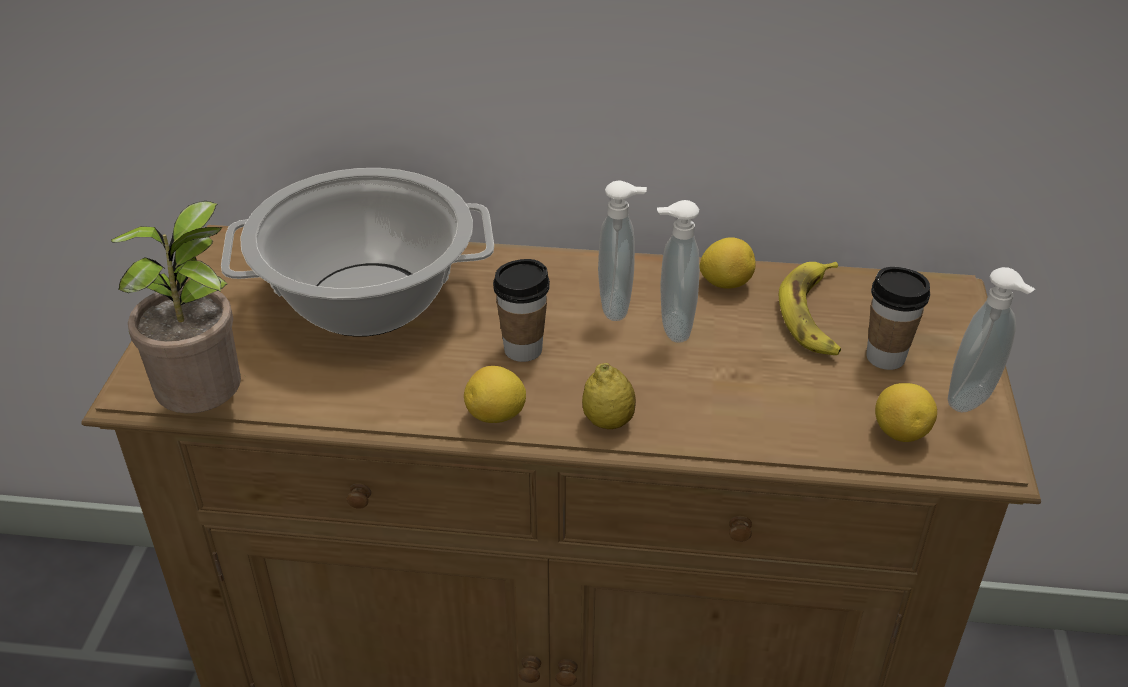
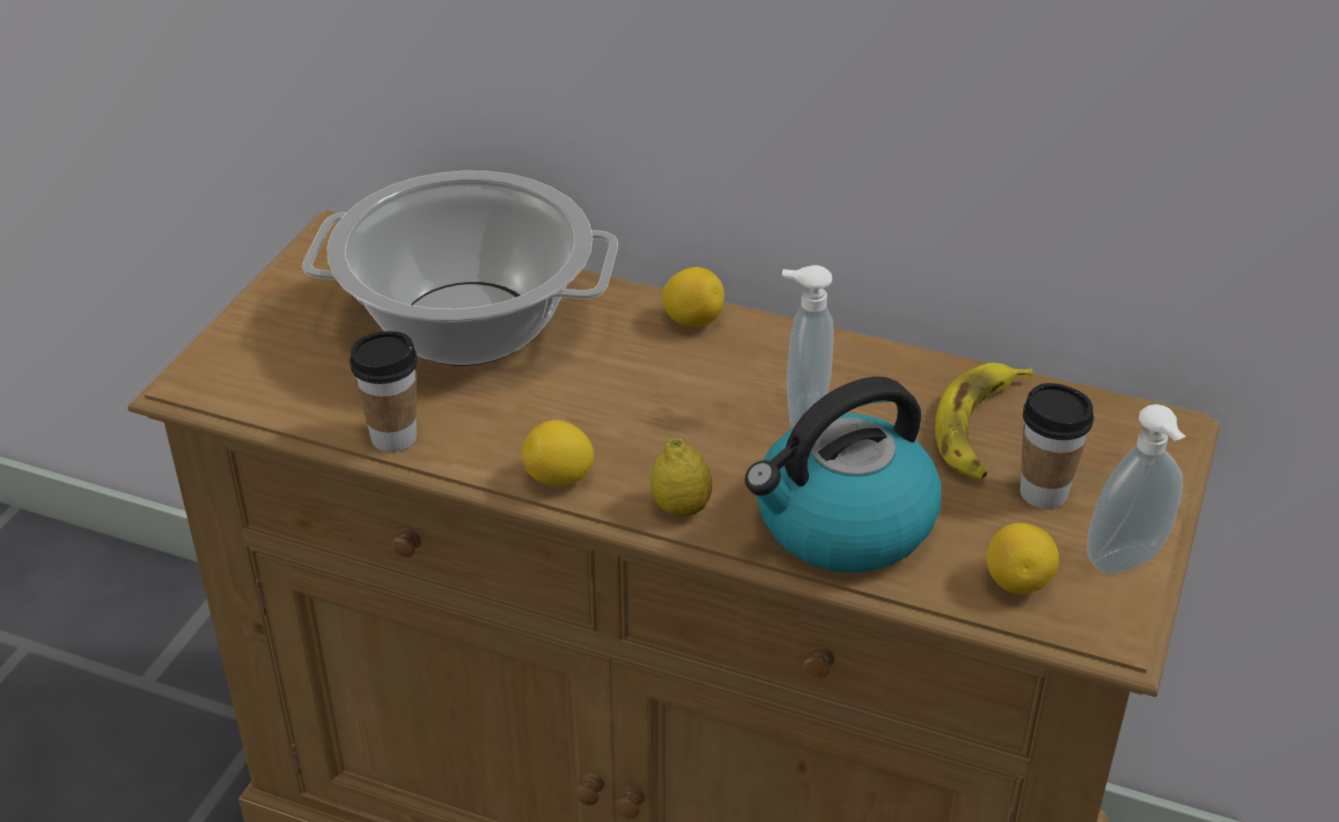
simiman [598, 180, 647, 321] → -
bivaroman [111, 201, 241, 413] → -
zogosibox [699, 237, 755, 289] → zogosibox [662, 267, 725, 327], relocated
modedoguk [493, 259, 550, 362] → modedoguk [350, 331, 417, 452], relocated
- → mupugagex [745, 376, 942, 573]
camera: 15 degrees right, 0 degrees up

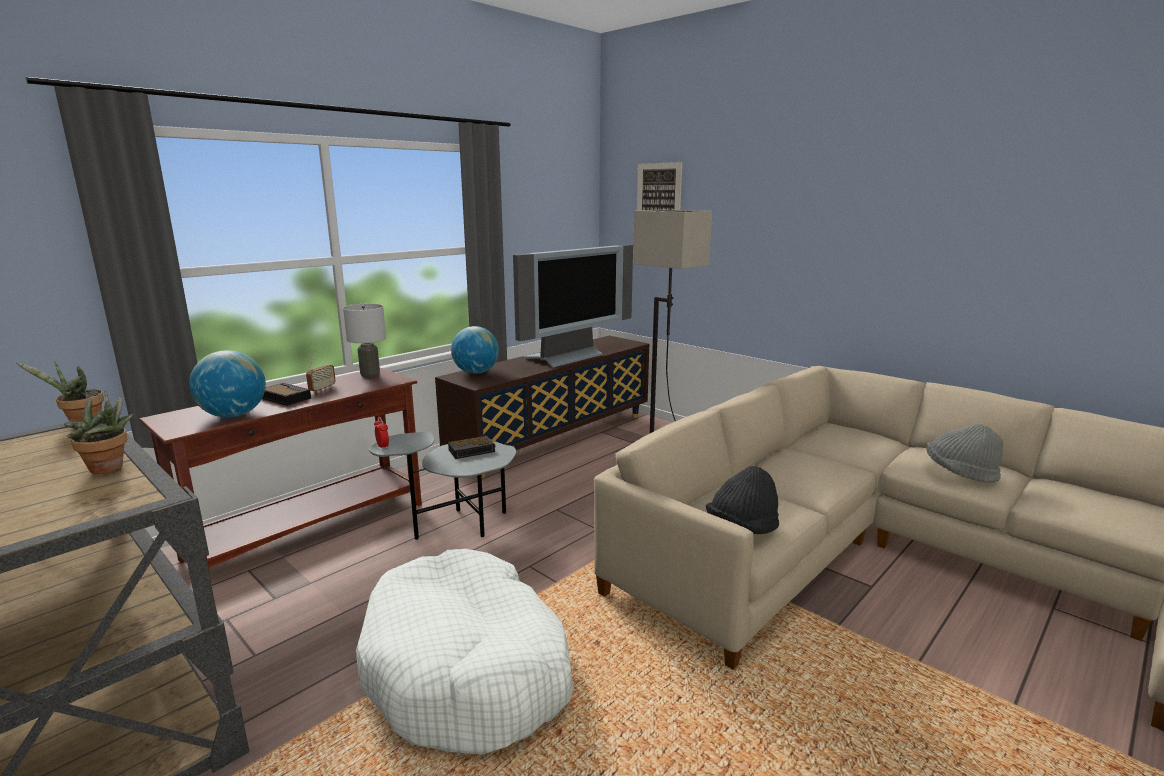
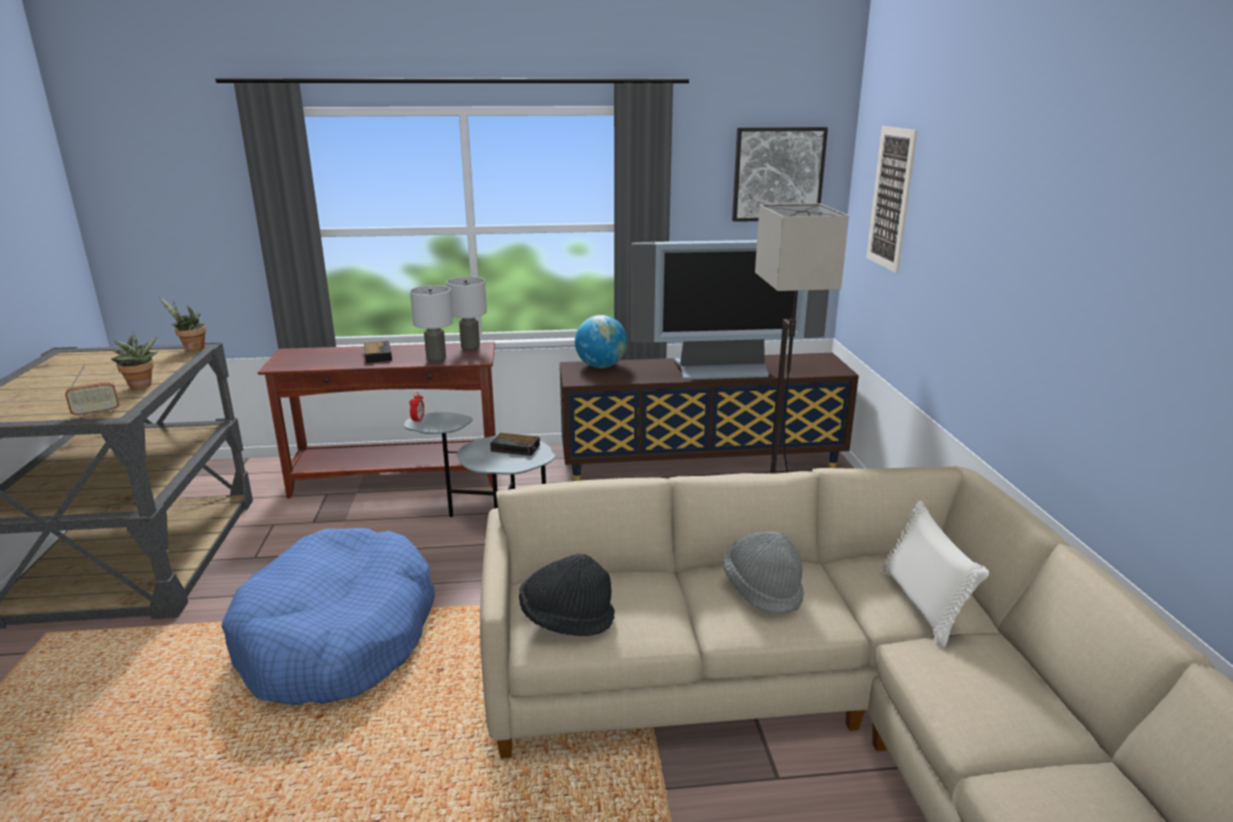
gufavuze [189, 350, 266, 418] → -
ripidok [306, 351, 336, 393] → ripidok [65, 364, 119, 417], relocated
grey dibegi [926, 424, 1003, 483] → grey dibegi [723, 531, 804, 614], relocated
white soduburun [356, 549, 574, 755] → blue soduburun [222, 528, 434, 705]
- → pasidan [732, 127, 828, 222]
- → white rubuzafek [410, 285, 453, 363]
- → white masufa [880, 501, 989, 648]
camera: 40 degrees right, 5 degrees up

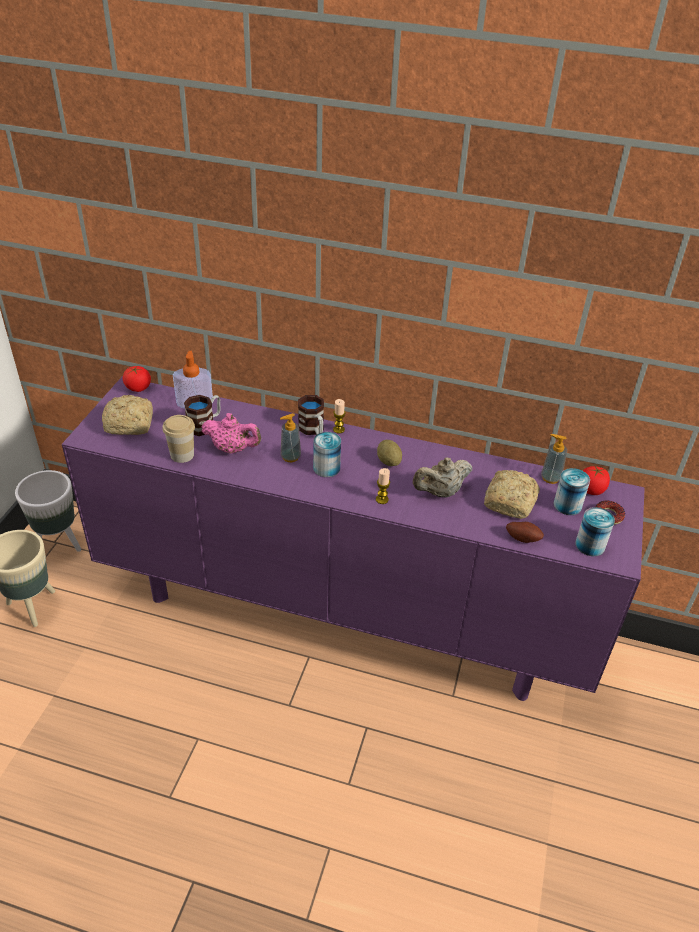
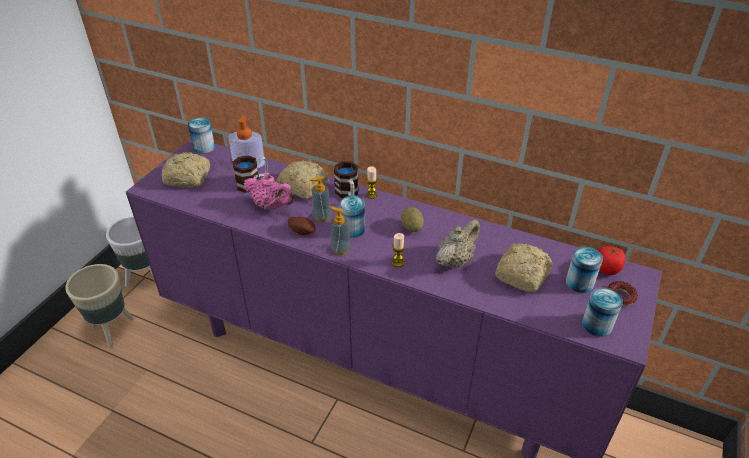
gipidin [123, 366, 151, 392] → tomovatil [188, 117, 215, 154]
modedoguk [162, 415, 195, 463] → -
simiman [541, 434, 567, 484] → simiman [329, 206, 350, 255], relocated
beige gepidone [413, 457, 472, 498] → beige gepidone [436, 219, 480, 269], 150 degrees clockwise
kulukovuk [506, 522, 544, 543] → kulukovuk [288, 217, 316, 235], relocated
- → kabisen [276, 160, 329, 199]
camera: 10 degrees right, 0 degrees up

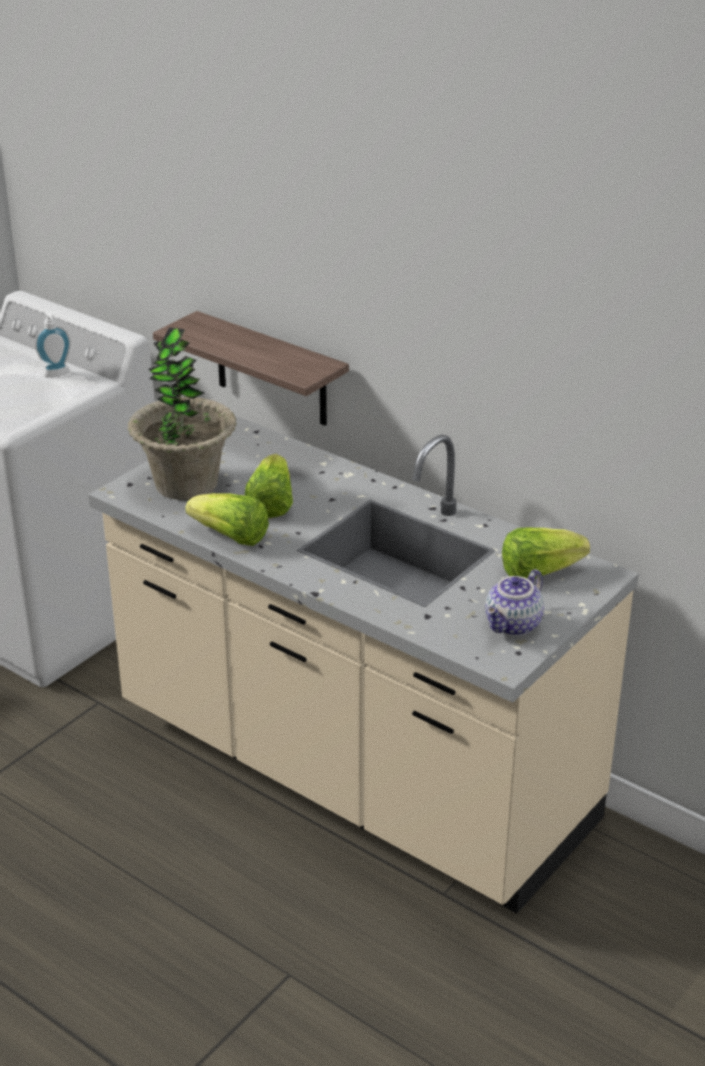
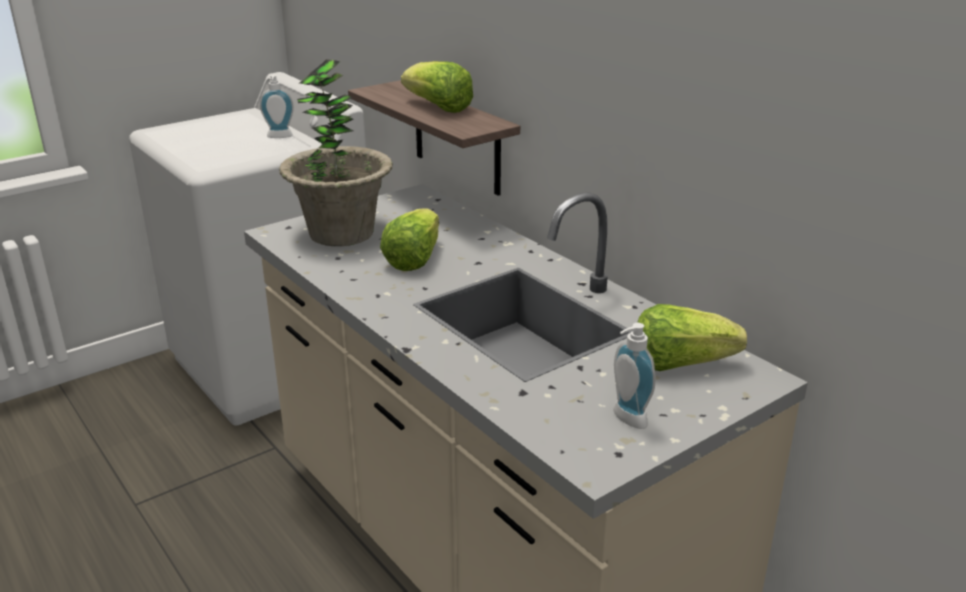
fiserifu [185, 493, 269, 546] → fiserifu [401, 61, 473, 113], relocated
gepidone [485, 569, 544, 636] → simiman [613, 323, 656, 429]
camera: 15 degrees right, 5 degrees down

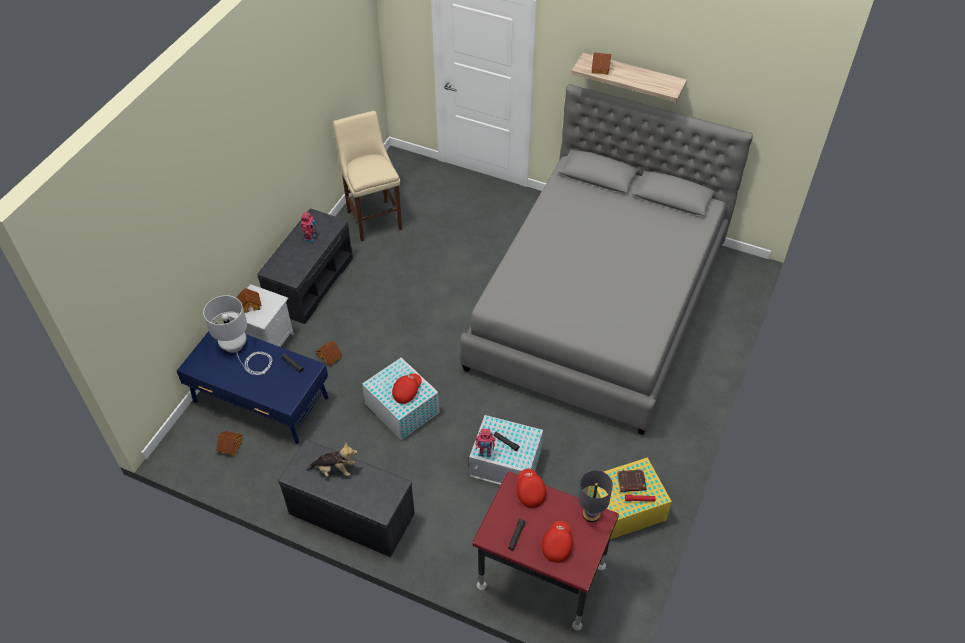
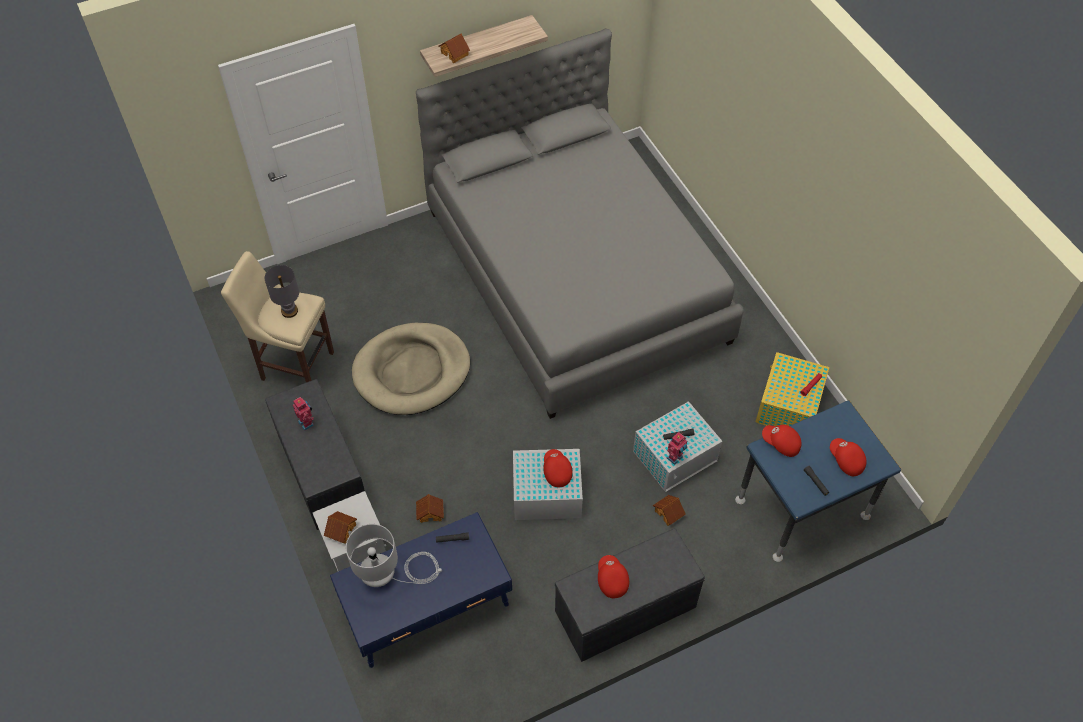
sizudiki [216, 431, 243, 456] → sizudiki [653, 495, 686, 526], relocated
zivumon [306, 442, 357, 477] → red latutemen [598, 555, 629, 598]
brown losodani [617, 469, 647, 492] → -
grey rubuzafek [578, 470, 613, 522] → grey rubuzafek [264, 265, 299, 318], relocated
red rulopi [472, 471, 619, 631] → blue rulopi [735, 400, 901, 562]
- → beige soduburun [352, 323, 470, 415]
camera: 50 degrees left, 5 degrees up

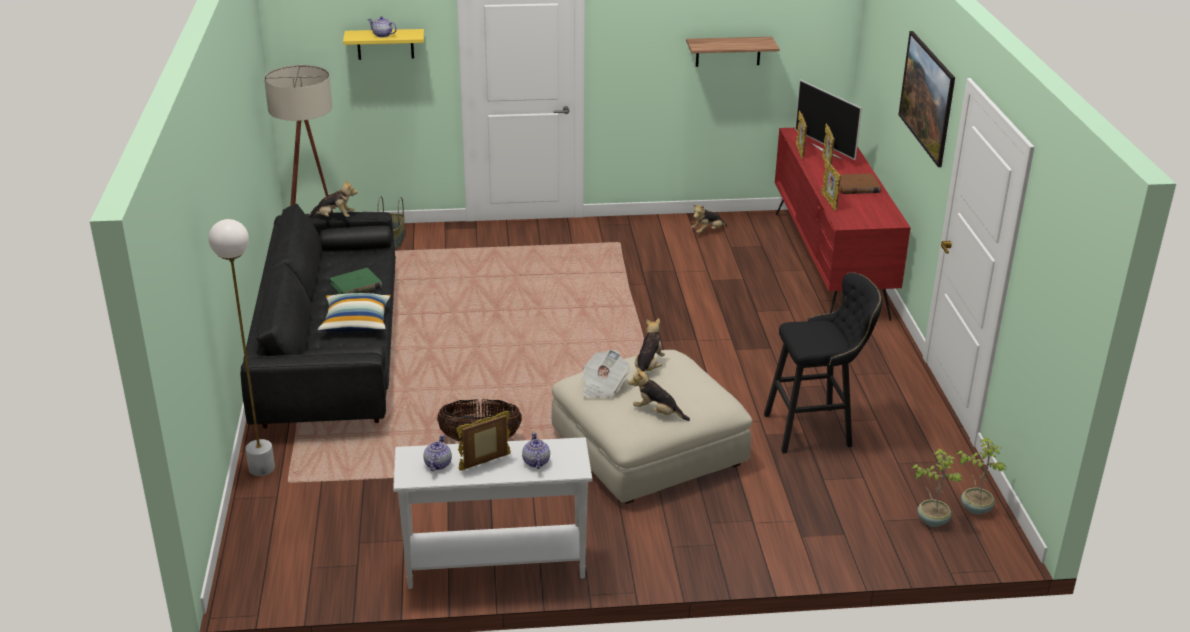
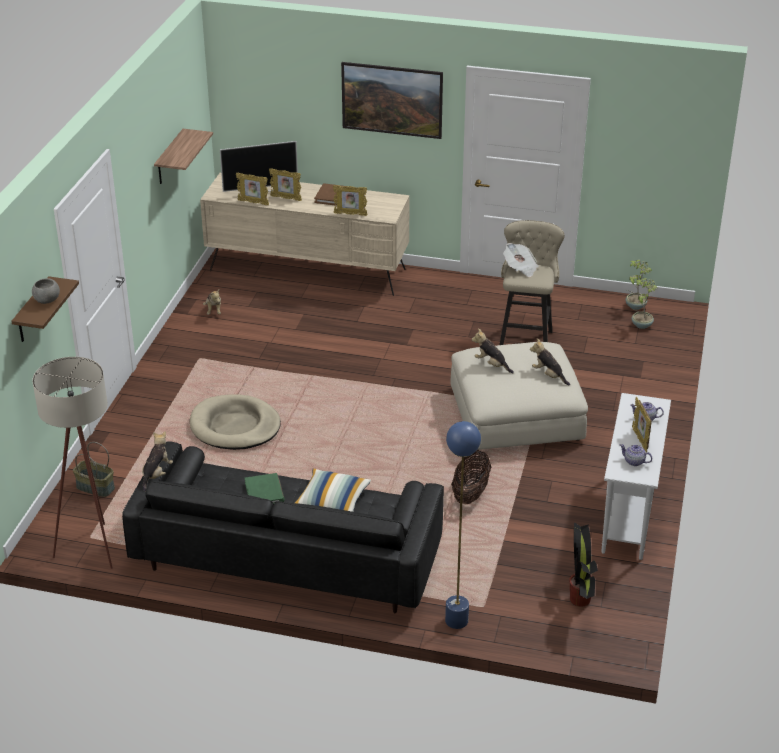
gepidone [368, 16, 397, 37] → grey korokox [32, 278, 60, 304]
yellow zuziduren [343, 29, 424, 60] → brown zuziduren [12, 276, 79, 342]
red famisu [775, 128, 911, 321] → beige famisu [200, 173, 410, 296]
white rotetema [209, 219, 275, 476] → blue rotetema [445, 421, 481, 629]
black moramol [764, 272, 882, 453] → beige moramol [500, 220, 565, 345]
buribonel [581, 350, 630, 398] → buribonel [503, 243, 539, 277], relocated
zivumon [629, 367, 690, 421] → zivumon [530, 338, 570, 386], 90 degrees clockwise
- → beige soduburun [190, 394, 281, 450]
- → bivaroman [569, 522, 598, 607]
camera: 70 degrees left, 5 degrees up

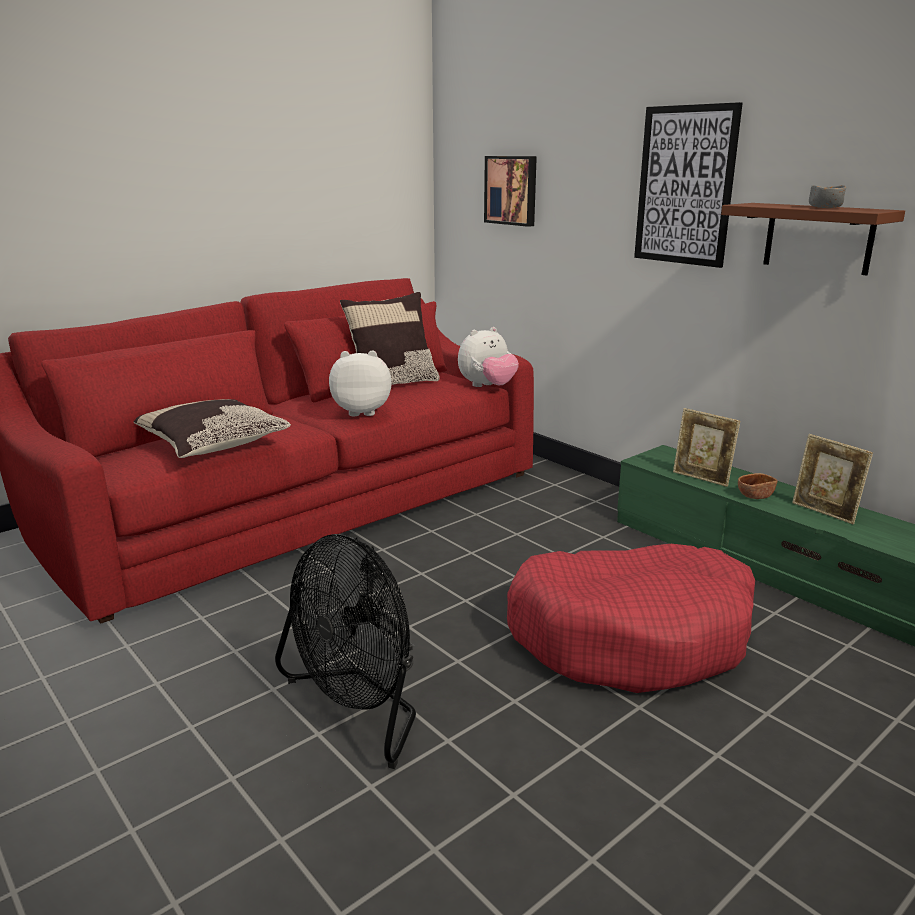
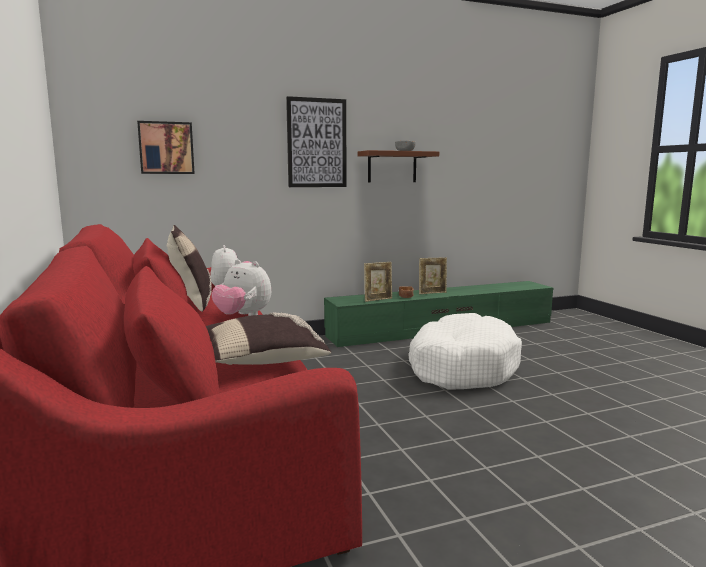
zivumon [329, 350, 392, 416] → zivumon [212, 260, 271, 316], 75 degrees counterclockwise
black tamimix [275, 534, 416, 769] → -
red soduburun [507, 544, 755, 693] → white soduburun [408, 313, 522, 389]
camera: 70 degrees left, 10 degrees down

